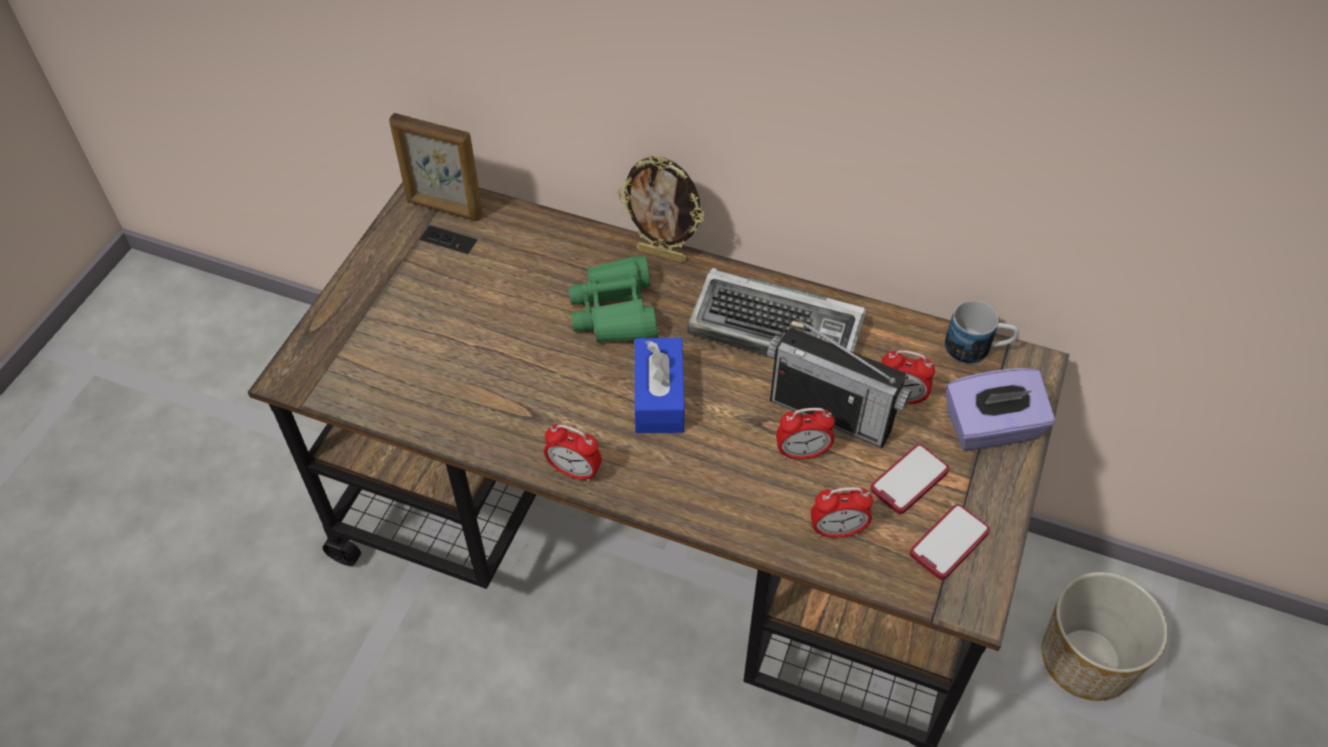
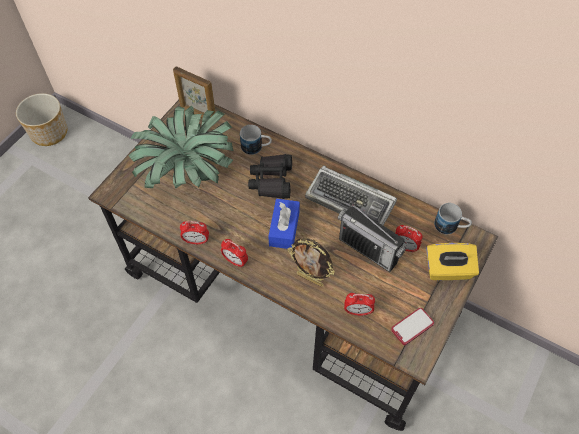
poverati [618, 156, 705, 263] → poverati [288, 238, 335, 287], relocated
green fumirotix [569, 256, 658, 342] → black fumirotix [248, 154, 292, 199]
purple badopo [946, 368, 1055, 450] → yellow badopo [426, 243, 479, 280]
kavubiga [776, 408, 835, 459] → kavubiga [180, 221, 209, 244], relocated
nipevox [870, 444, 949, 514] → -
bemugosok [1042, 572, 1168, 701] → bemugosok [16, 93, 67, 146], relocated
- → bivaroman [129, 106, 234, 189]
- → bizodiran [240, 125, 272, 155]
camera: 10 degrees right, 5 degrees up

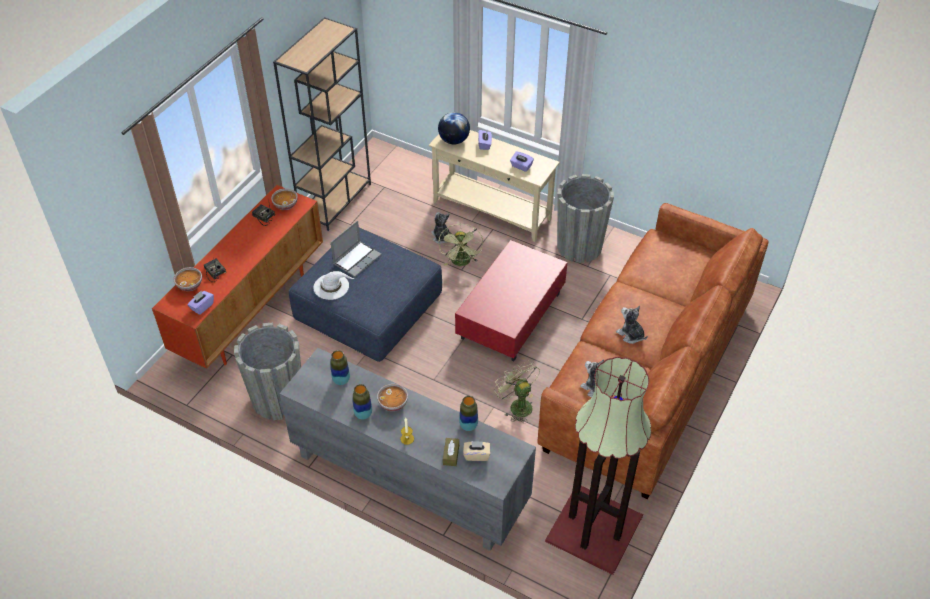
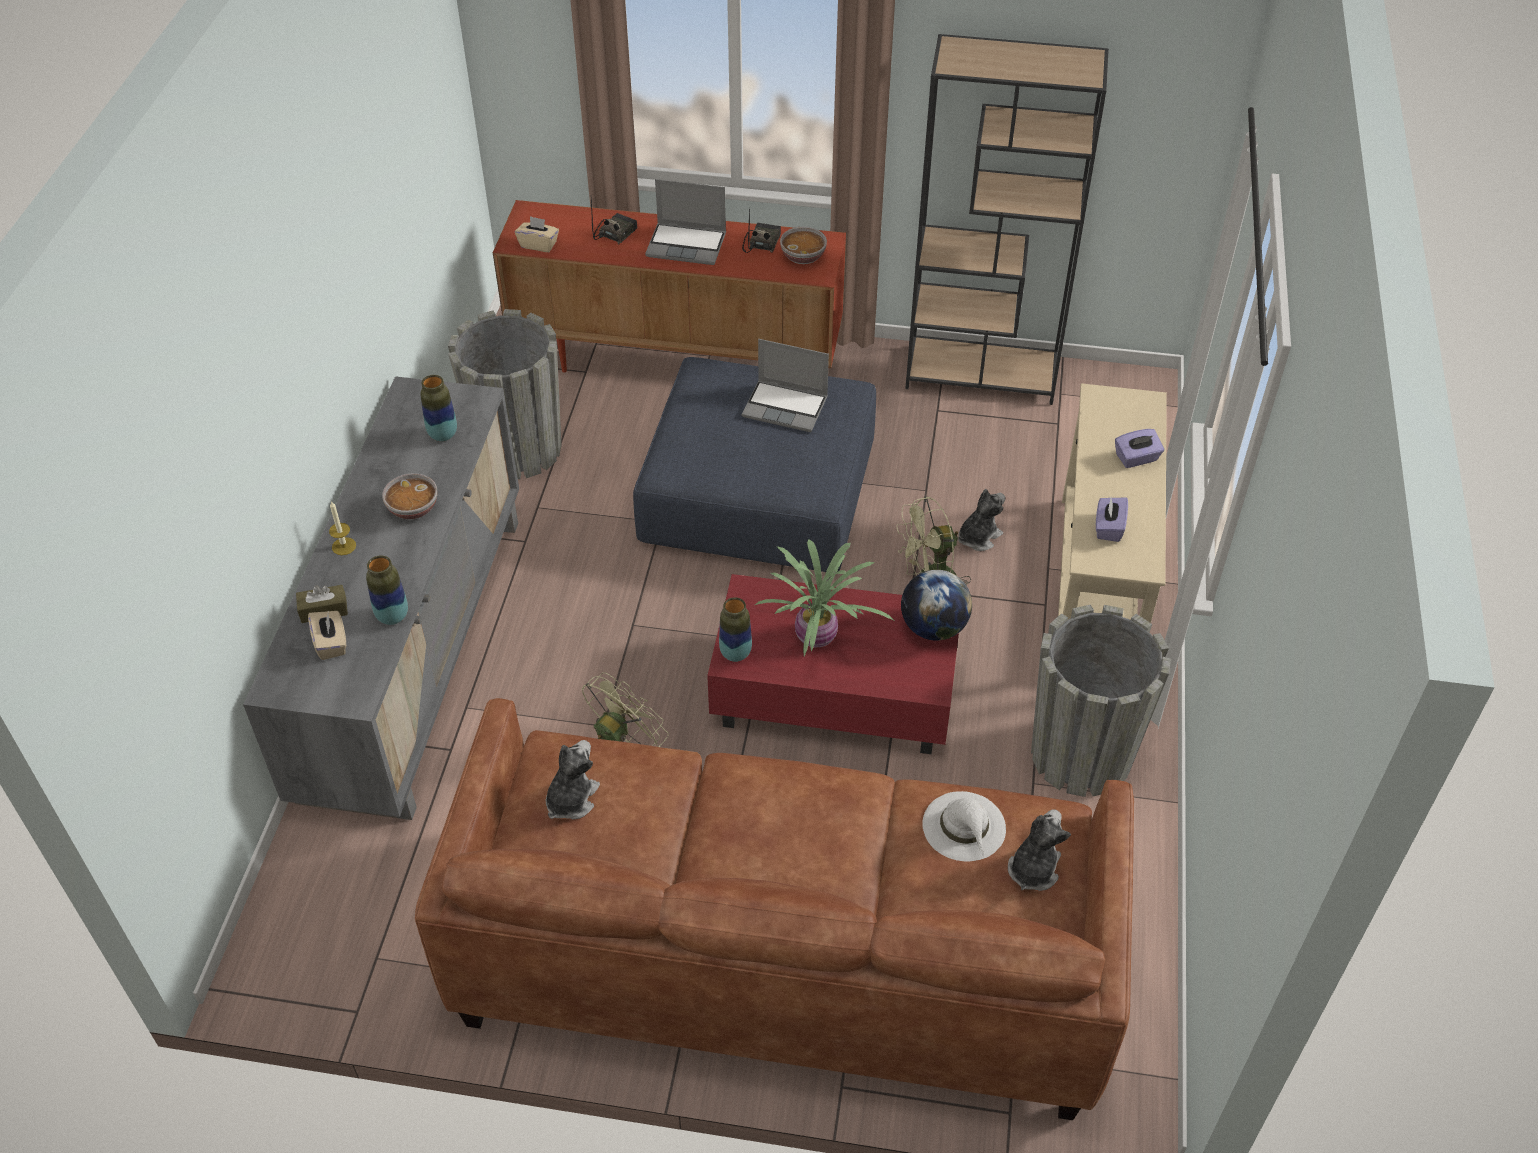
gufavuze [438, 112, 470, 144] → gufavuze [901, 570, 972, 641], relocated
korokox [174, 267, 202, 291] → -
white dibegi [314, 271, 355, 300] → white dibegi [922, 791, 1006, 862], relocated
purple badopo [187, 291, 214, 315] → beige badopo [515, 216, 559, 252]
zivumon [616, 306, 648, 344] → zivumon [1008, 809, 1071, 891], relocated
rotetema [545, 357, 651, 575] → -
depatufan [353, 384, 372, 420] → depatufan [719, 597, 752, 662], relocated
- → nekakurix [645, 179, 726, 265]
- → bivaroman [755, 540, 893, 656]
camera: 70 degrees right, 0 degrees up

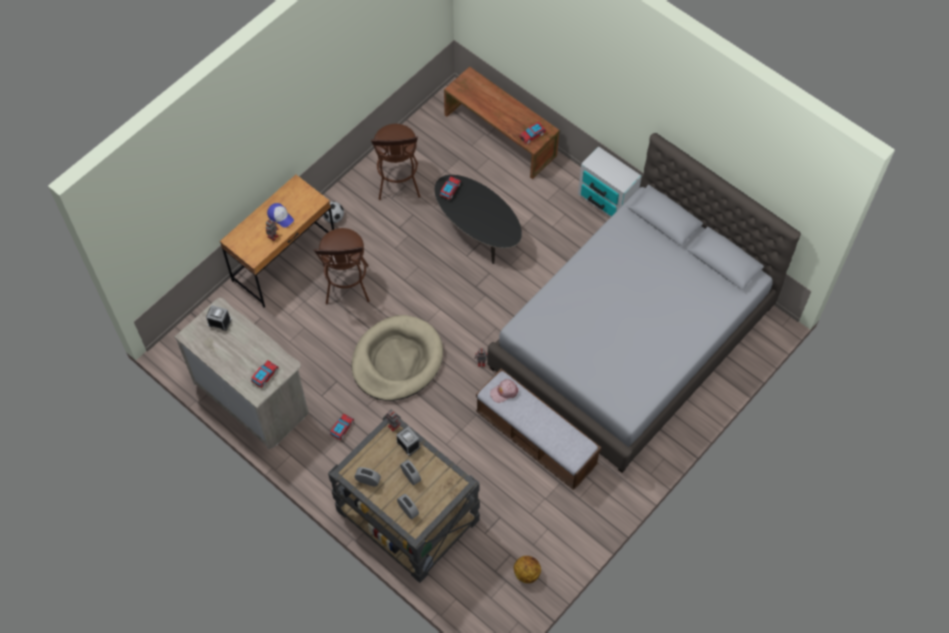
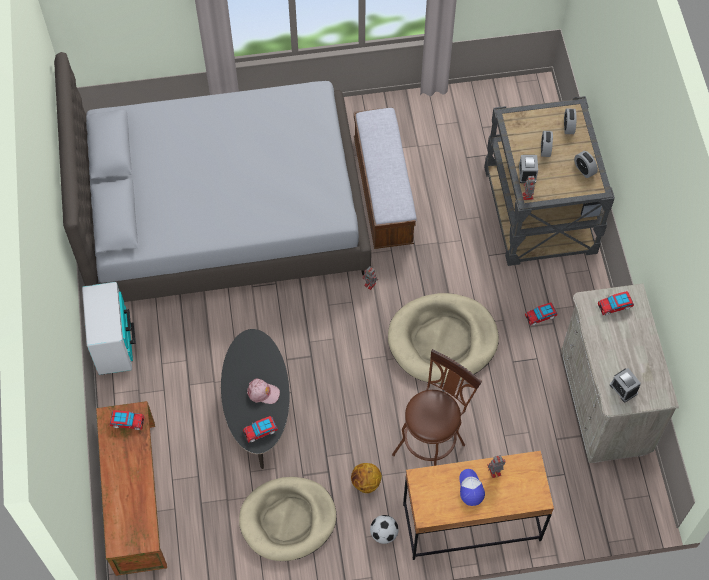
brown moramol [371, 124, 421, 200] → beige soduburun [239, 477, 337, 561]
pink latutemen [490, 379, 519, 403] → pink latutemen [247, 379, 280, 404], relocated
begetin [514, 556, 541, 583] → begetin [351, 463, 382, 493], relocated
camera: 140 degrees left, 0 degrees up

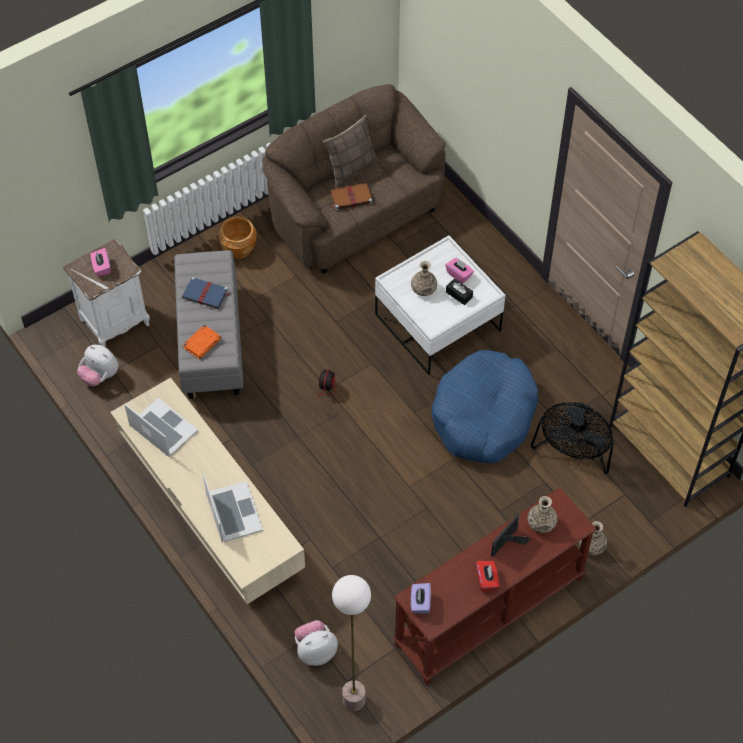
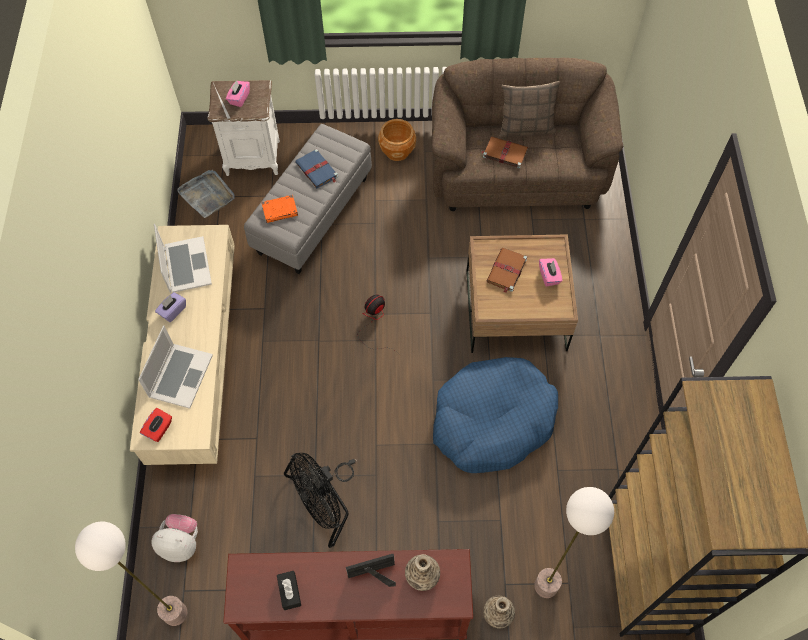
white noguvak [375, 235, 506, 375] → brown noguvak [466, 234, 578, 353]
depatufan [411, 261, 437, 296] → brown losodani [486, 248, 527, 293]
black badopo [446, 278, 473, 305] → black badopo [277, 571, 301, 610], relocated
zivumon [77, 345, 119, 386] → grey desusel [178, 170, 234, 218]
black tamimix [531, 402, 615, 474] → black tamimix [284, 453, 356, 548], relocated
red badopo [476, 561, 499, 591] → red badopo [140, 408, 172, 442], relocated
purple badopo [411, 583, 431, 614] → purple badopo [155, 292, 186, 322], relocated
- → rotetema [534, 487, 614, 598]
camera: 35 degrees right, 5 degrees up

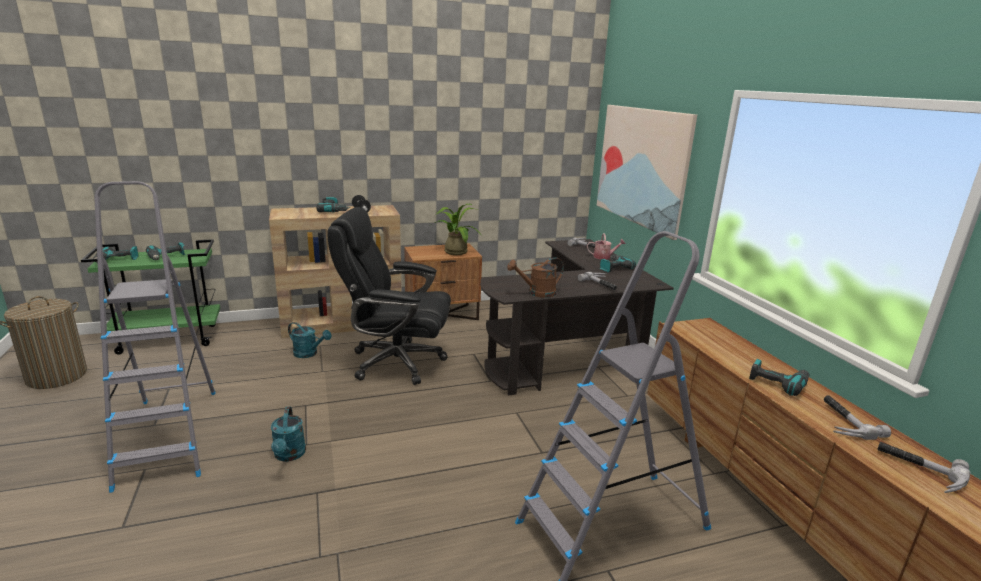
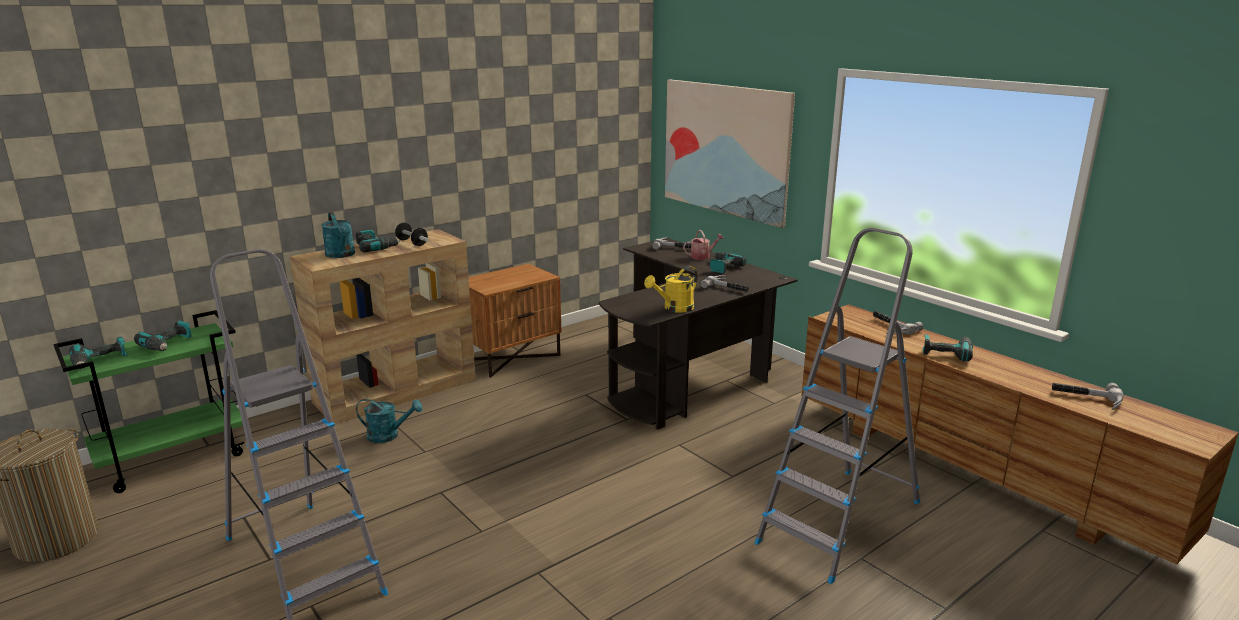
bivaroman [435, 204, 482, 255] → -
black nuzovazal [327, 207, 451, 385] → -
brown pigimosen [507, 257, 564, 298] → yellow pigimosen [644, 266, 698, 313]
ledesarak [824, 395, 891, 440] → ledesarak [873, 311, 923, 335], relocated
turquoise pigimosen [271, 406, 306, 462] → turquoise pigimosen [321, 212, 355, 258], relocated
camera: 20 degrees left, 0 degrees up

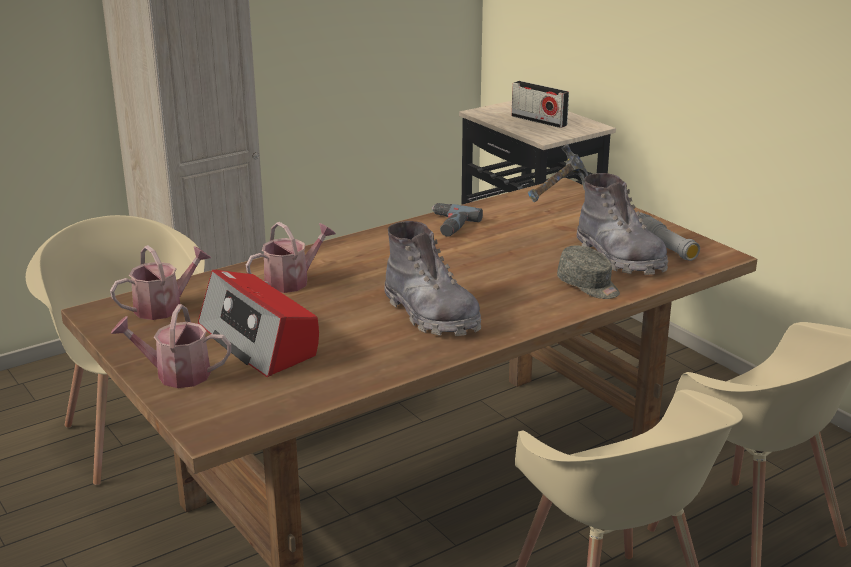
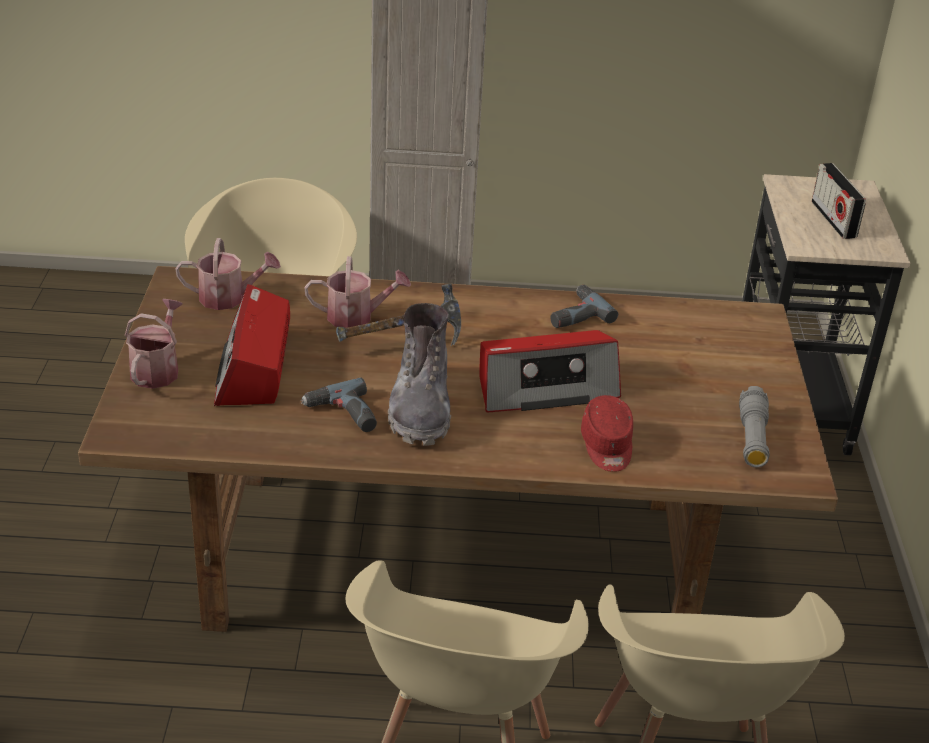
ledesarak [528, 144, 588, 202] → ledesarak [336, 284, 461, 346], relocated
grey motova [577, 173, 668, 275] → -
grey latutemen [557, 245, 620, 299] → red latutemen [581, 395, 633, 472]
pigimosen [111, 304, 231, 388] → pigimosen [125, 299, 183, 389], 60 degrees clockwise
- → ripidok [479, 330, 621, 412]
- → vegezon [301, 377, 377, 432]
camera: 35 degrees right, 10 degrees up

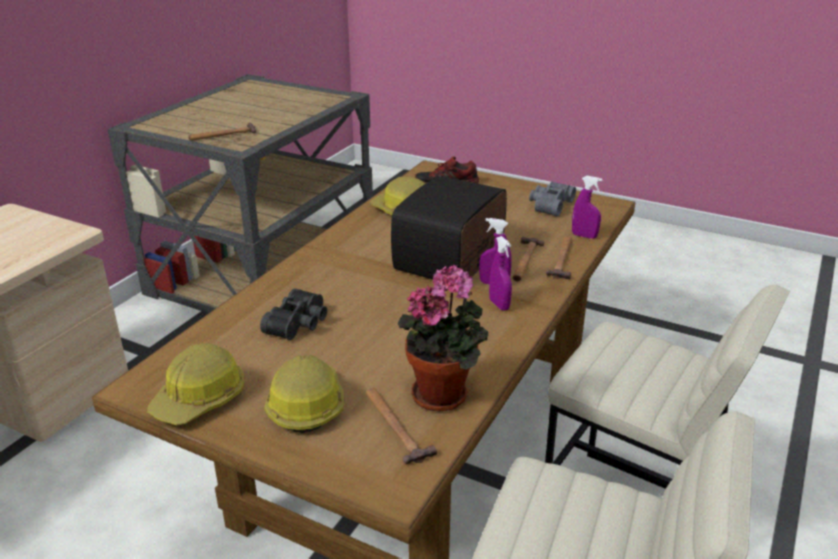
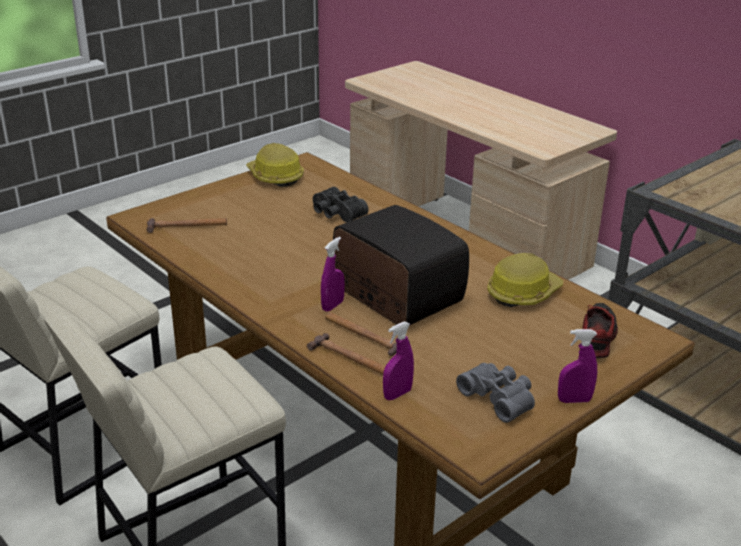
ledesarak [189, 123, 256, 141] → -
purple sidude [489, 236, 512, 311] → purple sidude [558, 329, 597, 403], relocated
bivaroman [398, 265, 488, 411] → -
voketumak [264, 355, 344, 433] → -
camera: 110 degrees right, 0 degrees up

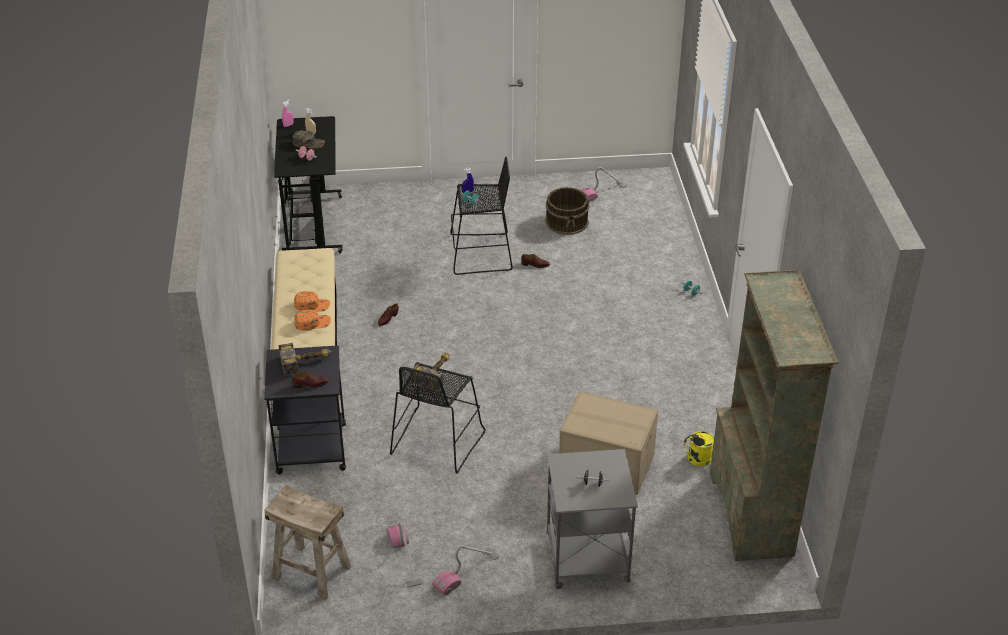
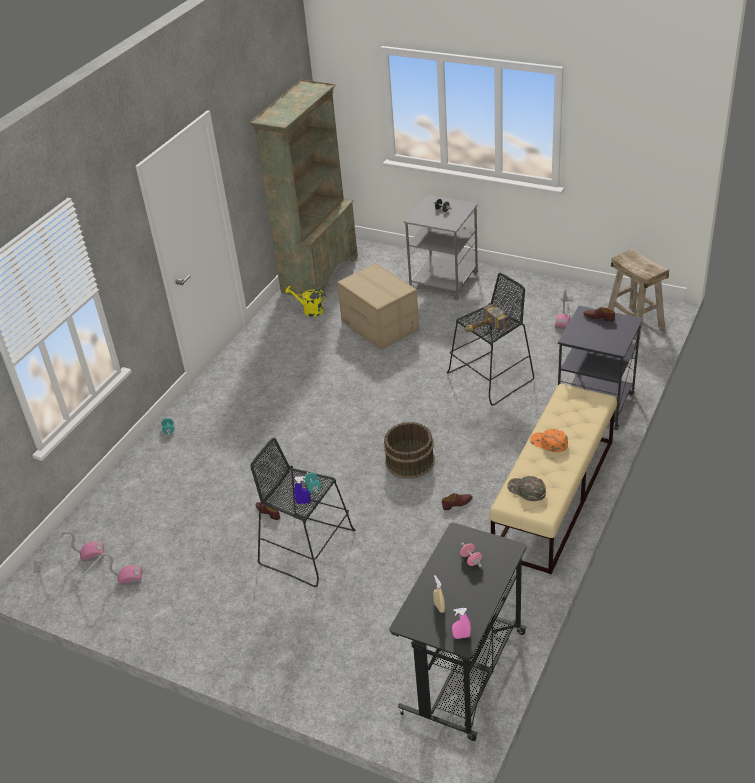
green latutemen [293, 130, 325, 149] → green latutemen [507, 476, 546, 501], relocated
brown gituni [545, 187, 589, 235] → brown gituni [384, 422, 435, 479], relocated
orange latutemen [294, 309, 331, 331] → -
ledesarak [278, 343, 332, 376] → -
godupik [432, 545, 499, 596] → godupik [34, 531, 104, 573], relocated
camera: 145 degrees left, 0 degrees up

